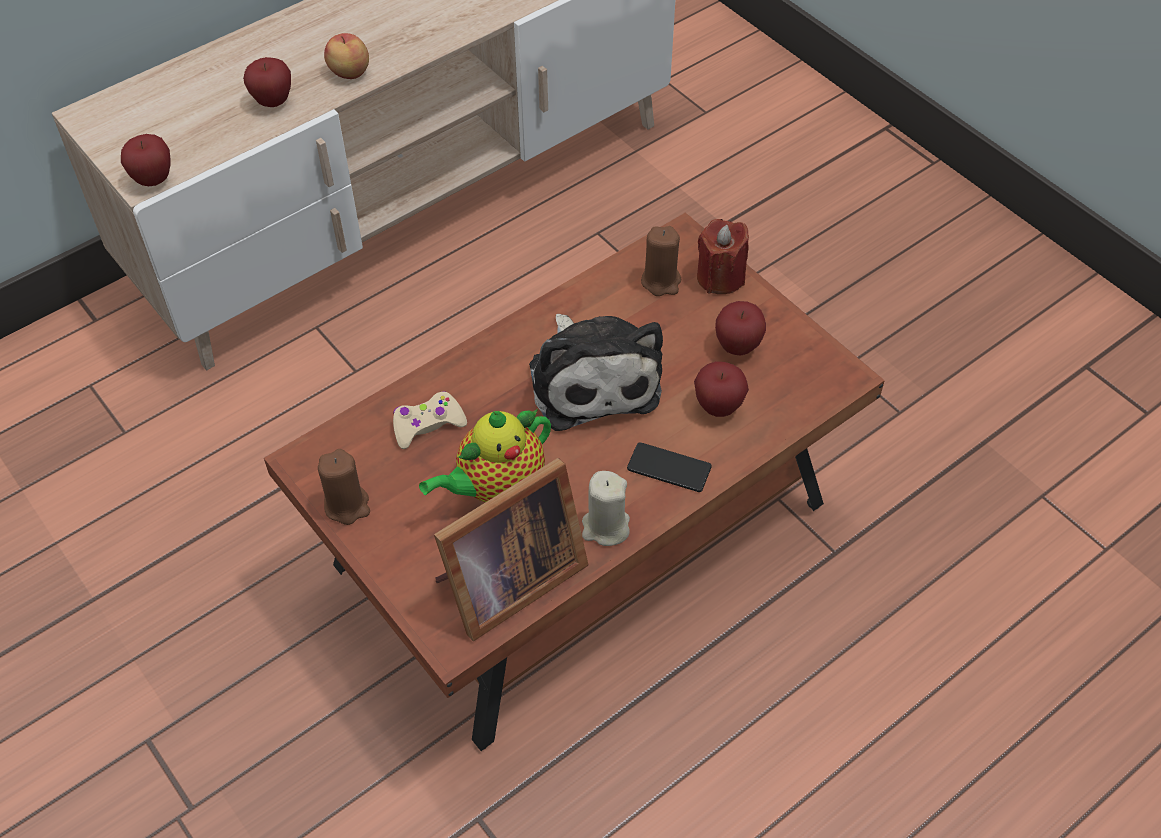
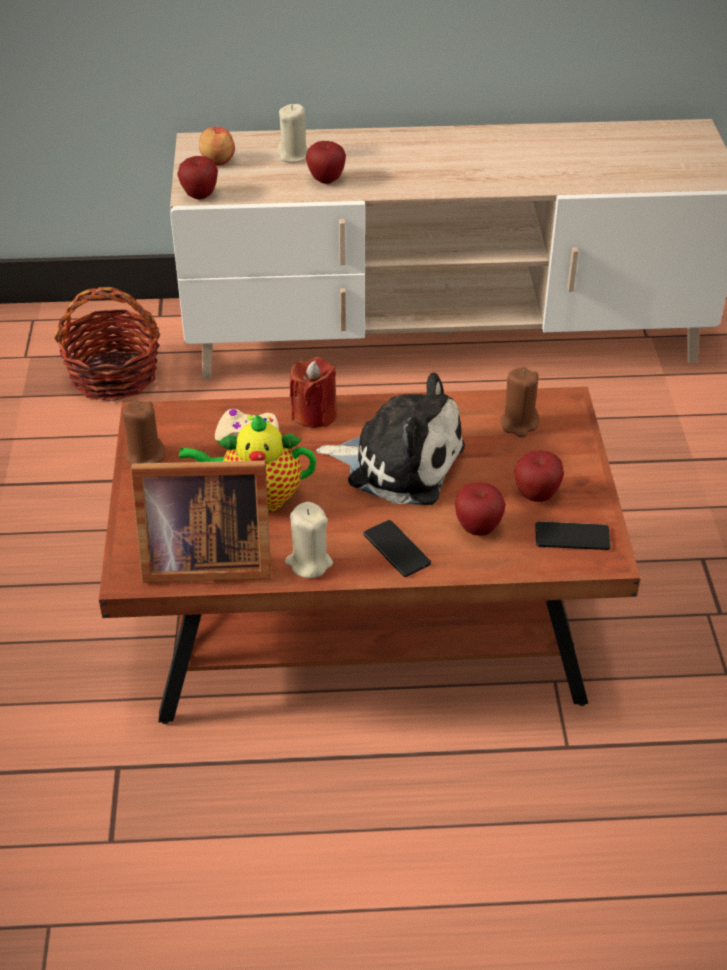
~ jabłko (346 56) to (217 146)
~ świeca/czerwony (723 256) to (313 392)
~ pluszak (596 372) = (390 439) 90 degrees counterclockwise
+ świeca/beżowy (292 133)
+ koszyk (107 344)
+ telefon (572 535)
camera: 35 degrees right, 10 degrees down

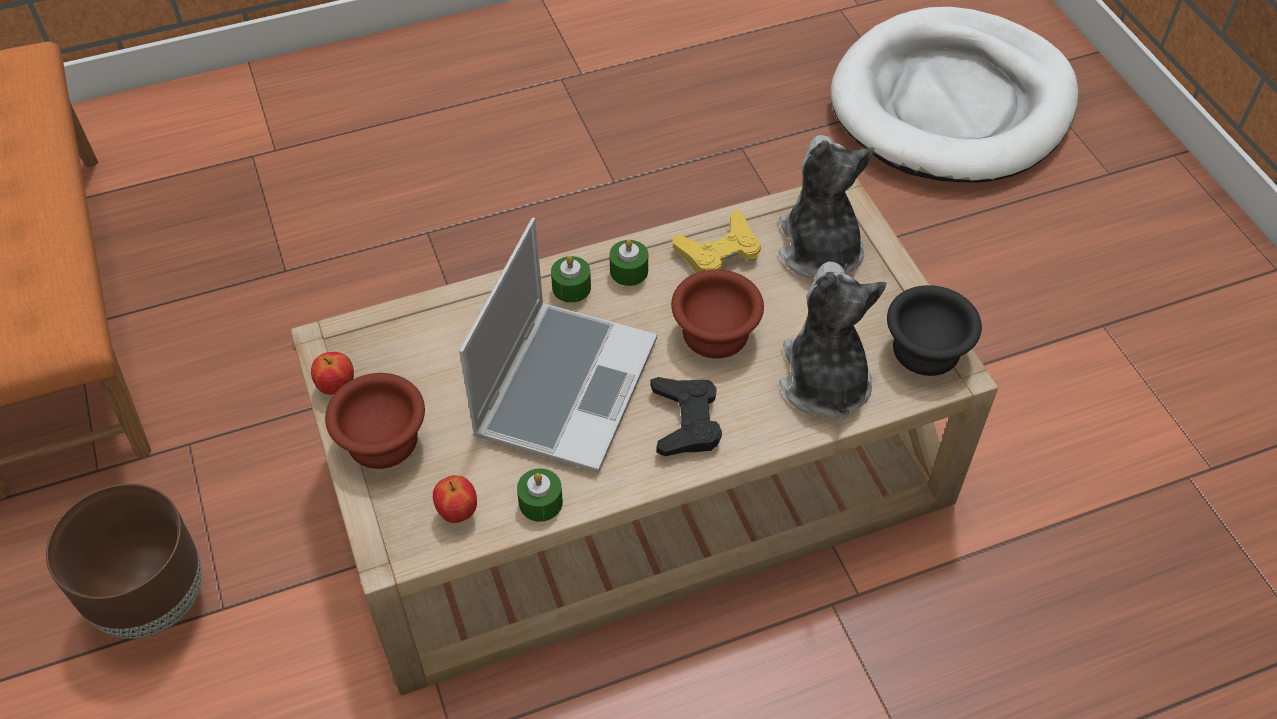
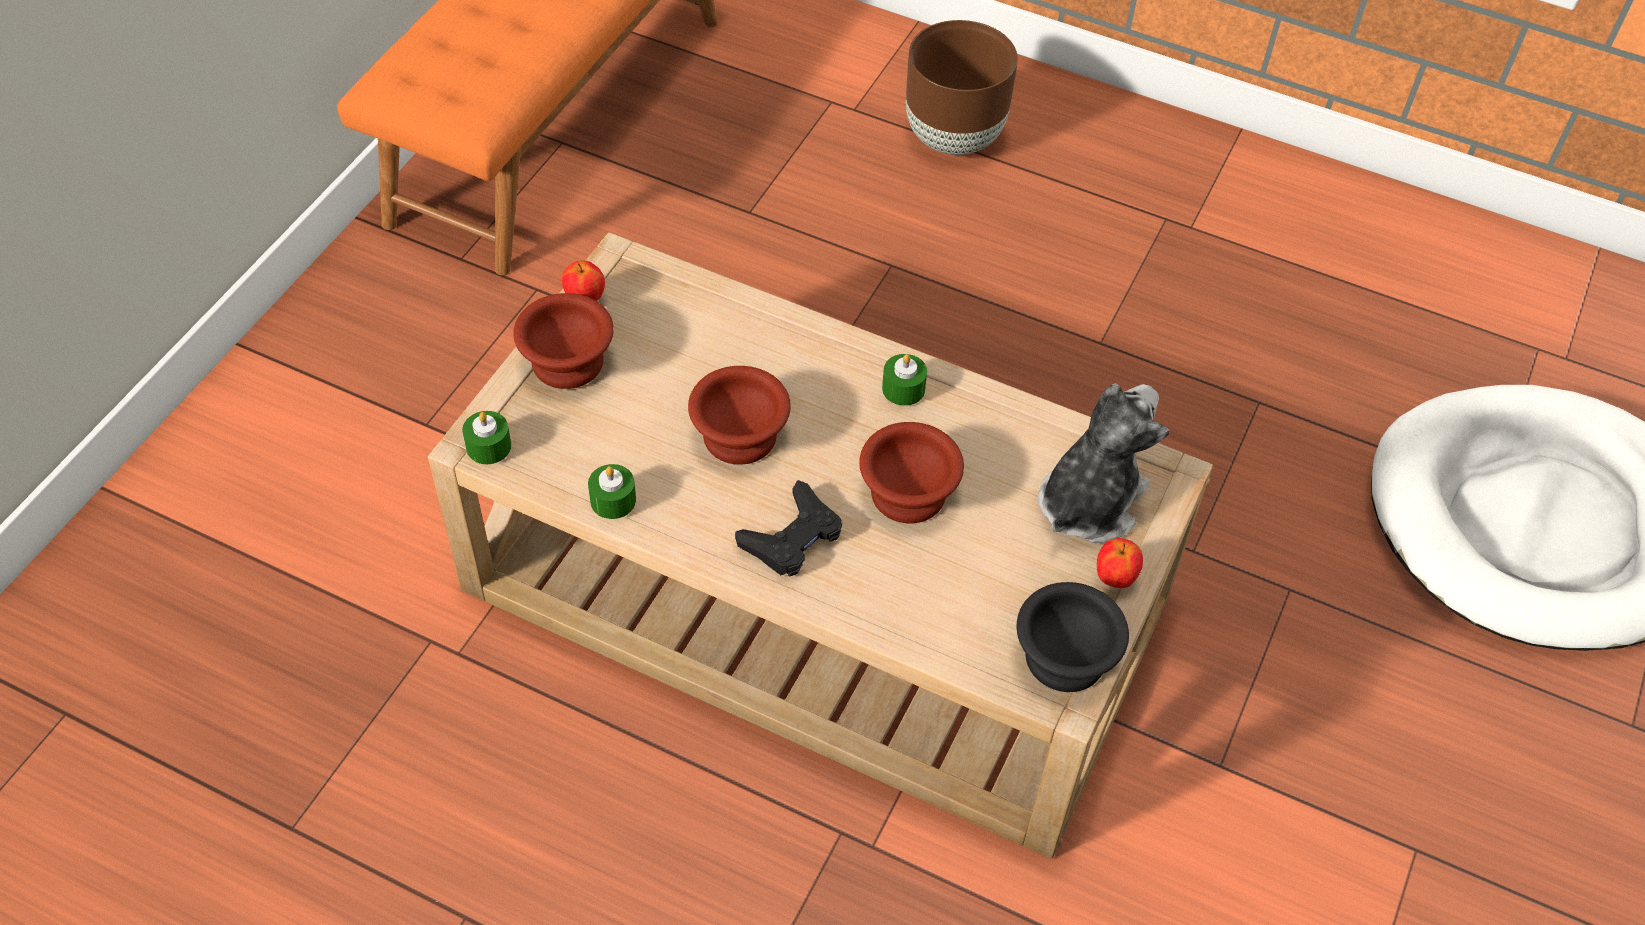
- pad do gier/żółty (717 241)
~ laptop (558 345) to miska/brązowy (739 415)
~ świeca/zielony (571 279) to (486 437)
- pluszak (833 340)
~ jabłko (455 499) to (1120 563)
~ donica/brązowy (124 561) to (962 87)
camera: 45 degrees right, 0 degrees up

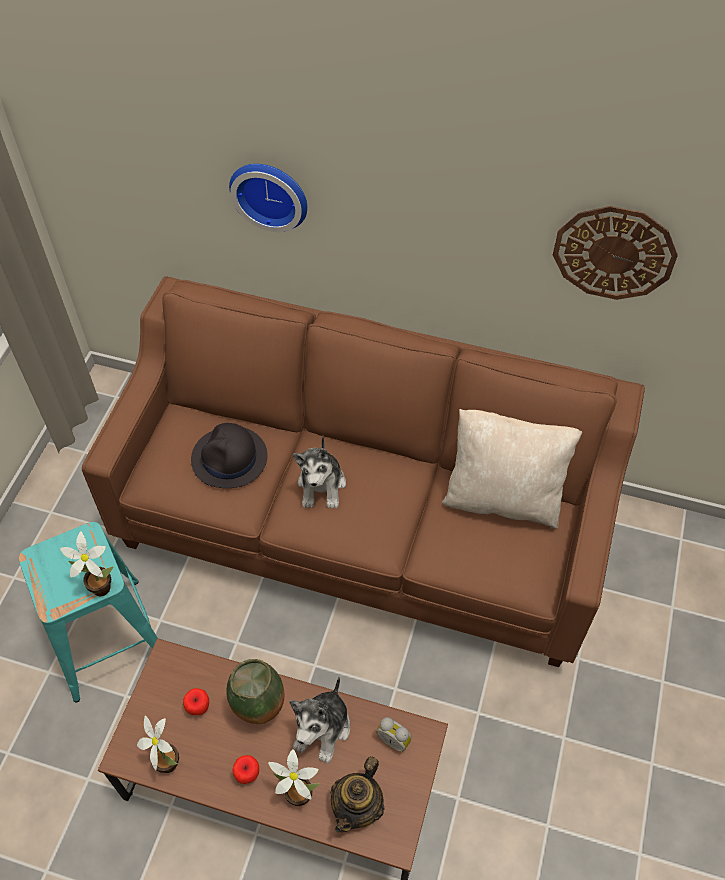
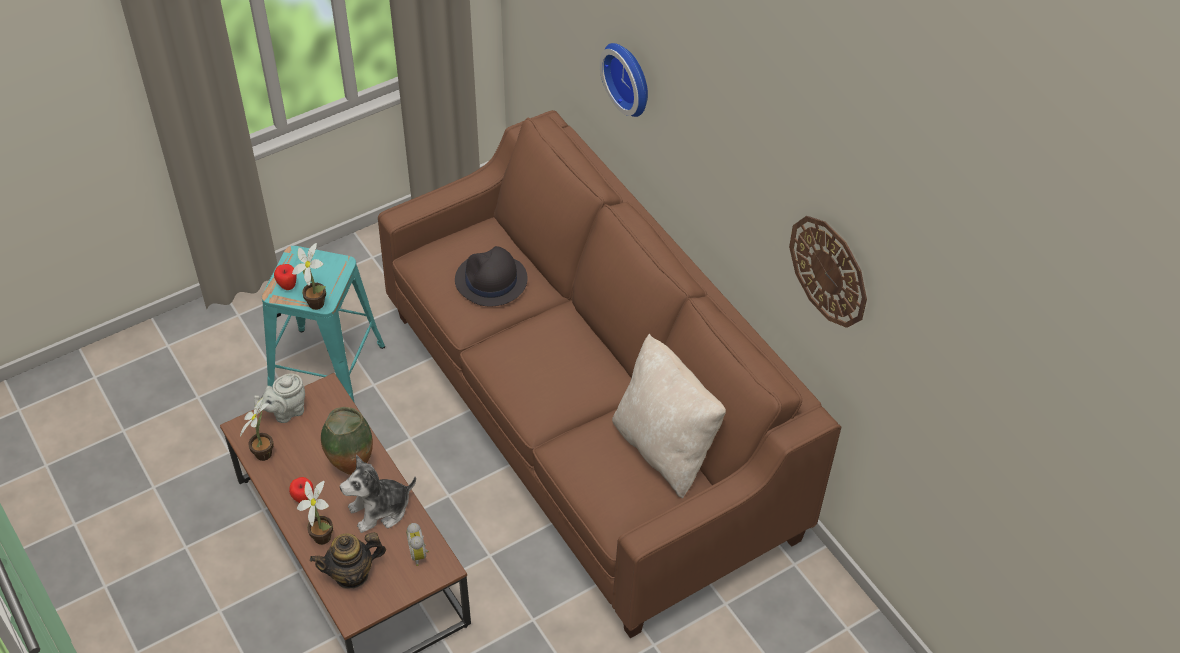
- pluszak (319 472)
~ jabłko (196 701) to (285 277)
+ imbryk/szary (279 398)
camera: 40 degrees right, 5 degrees down

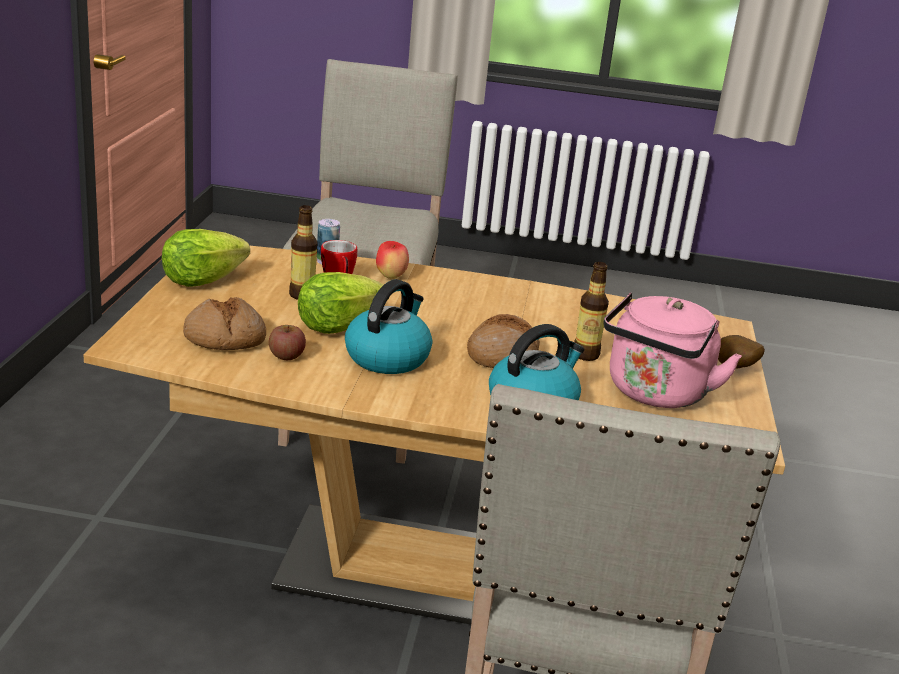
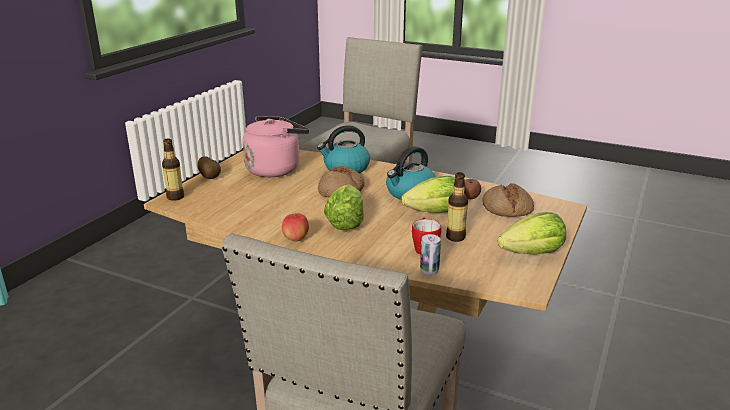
~ jabłko (392 260) to (295 227)
~ butelka (591 311) to (173 169)
+ sałata (344 207)
camera: 160 degrees left, 0 degrees up

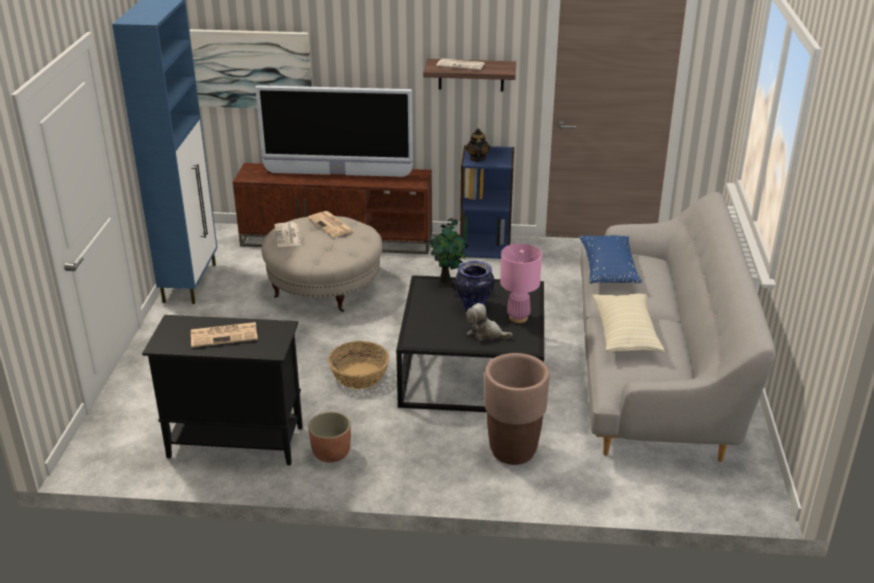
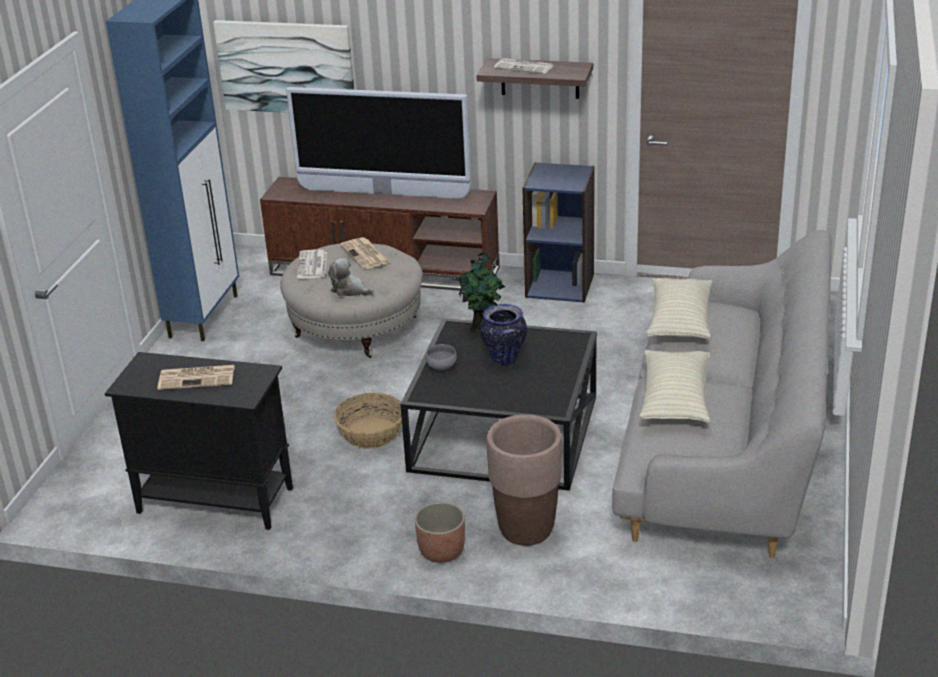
- imbryk (478 145)
~ poduszka/niebieski (610 259) to poduszka/beżowy (679 308)
- lampa stołowa/różowy (521 283)
~ pluszak (489 322) to (351 277)
~ donica (329 437) to (440 532)
+ miska/szary (441 357)
camera: 10 degrees right, 0 degrees up

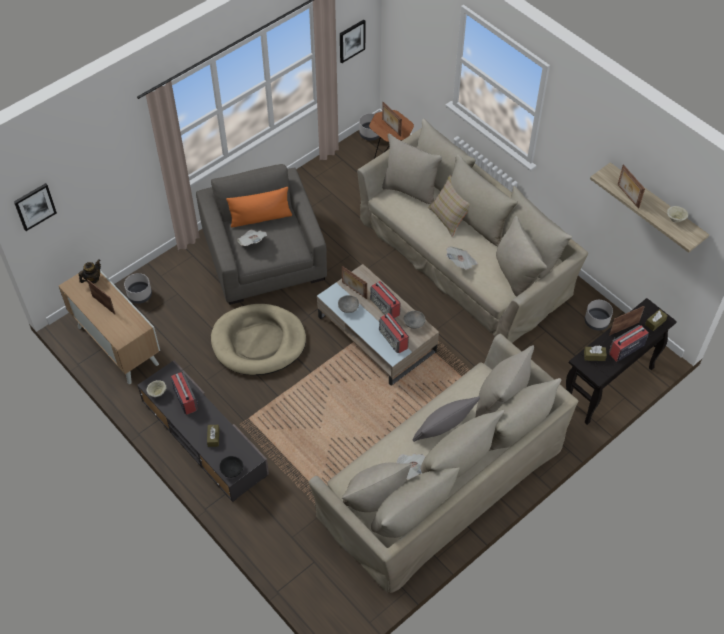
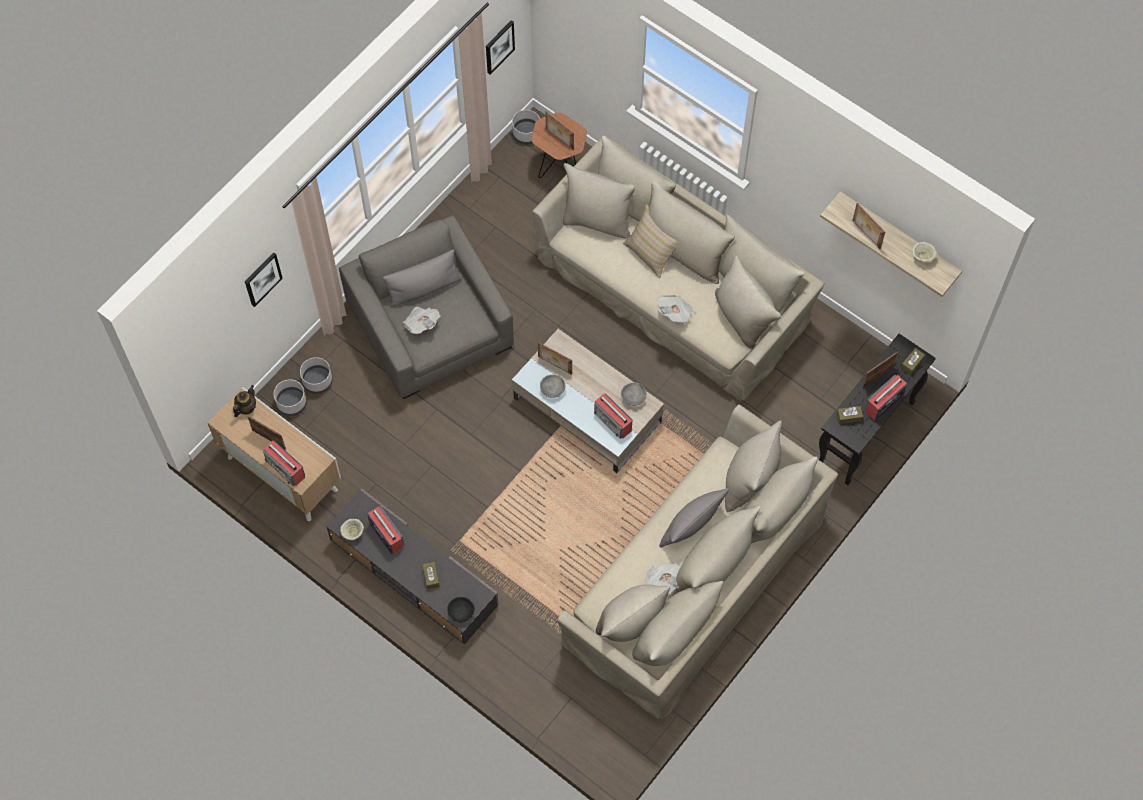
~ obraz (35 207) to (264 279)
~ poduszka/pomarańczowy (259 207) to poduszka/szary (422 278)
~ radio (385 299) to (284 463)
~ donica/szary (599 315) to (316 375)
- legowisko/beżowy (258 339)
camera: 10 degrees left, 10 degrees up

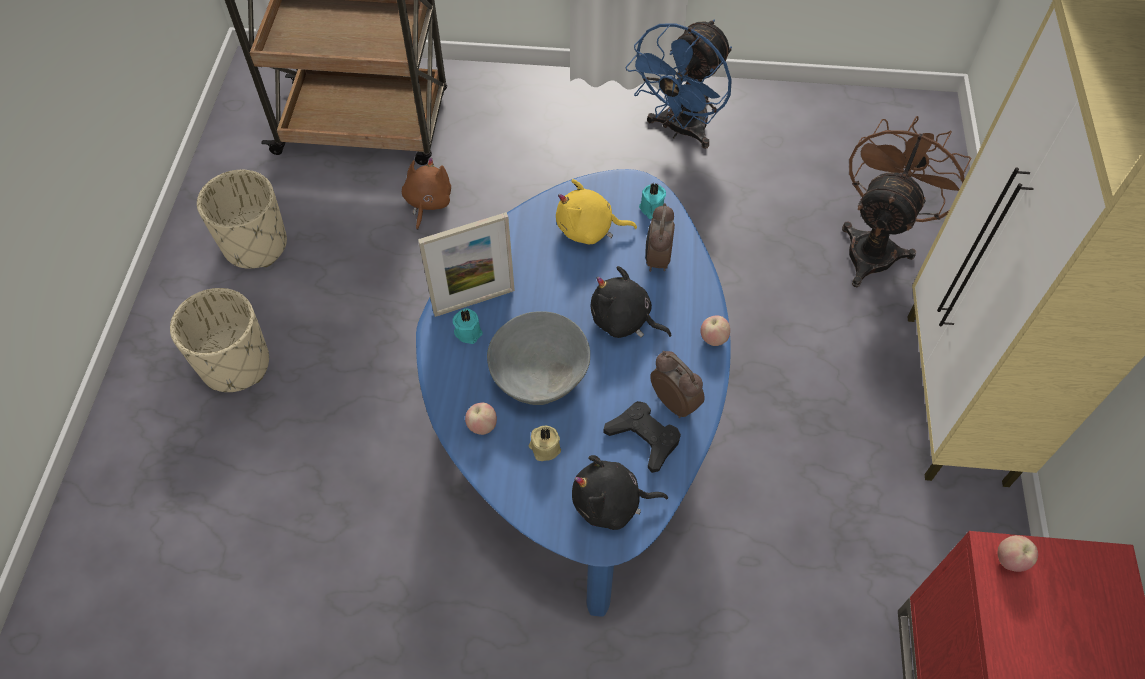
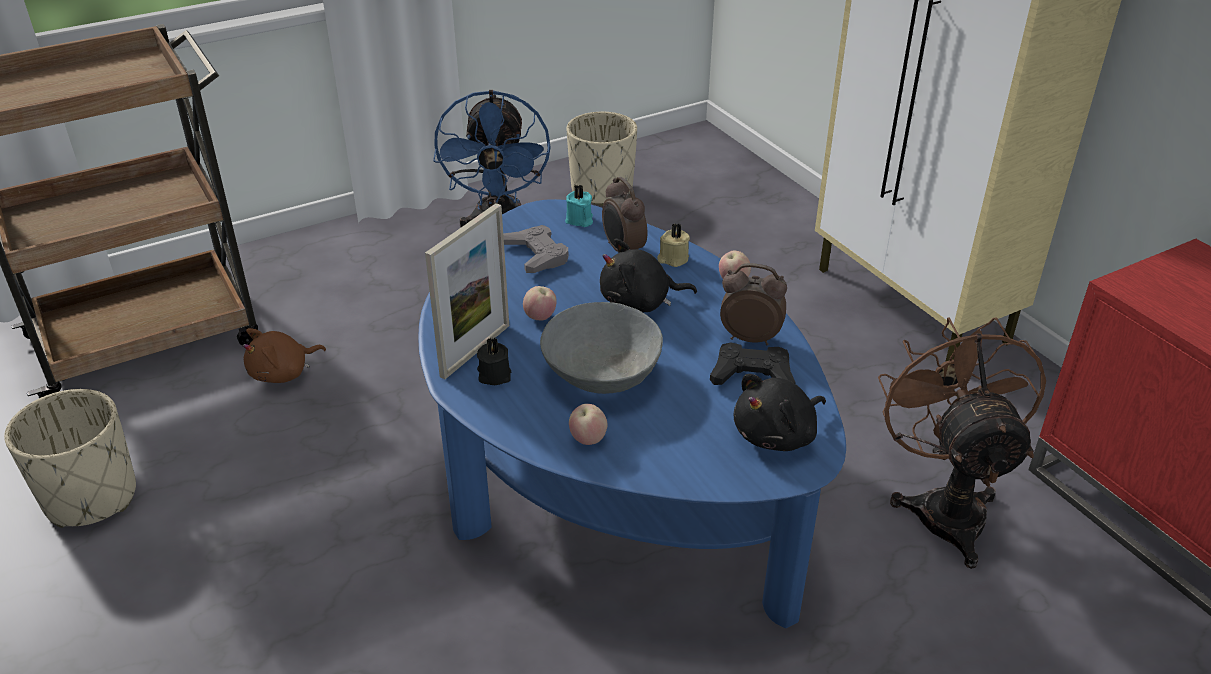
~ wentylator/brązowy (906 201) to (962 443)
~ pluszak/brązowy (426 193) = (284 355) 105 degrees counterclockwise
~ pluszak/żółty (596 211) to pad do gier/szary (536 249)
~ donica/beżowy (219 340) to (602 159)
~ świeca/turkusowy (468 326) to świeca/czarny (494 361)
~ świeca/beżowy (545 443) to (673 245)
~ jabłko (1018 553) to (540 303)
camera: 35 degrees left, 20 degrees down

